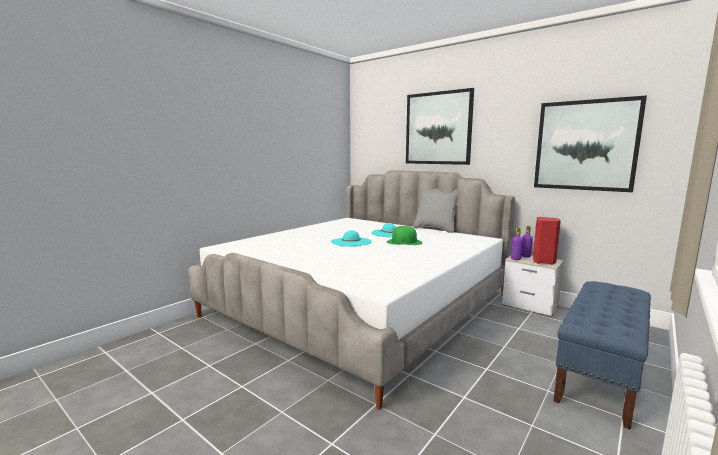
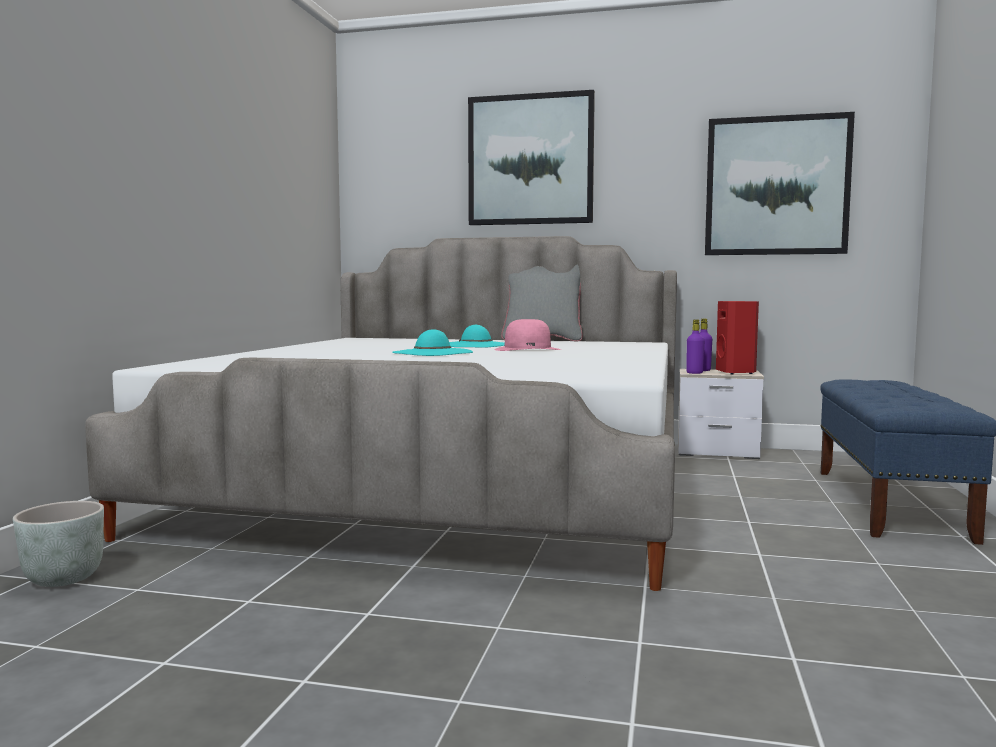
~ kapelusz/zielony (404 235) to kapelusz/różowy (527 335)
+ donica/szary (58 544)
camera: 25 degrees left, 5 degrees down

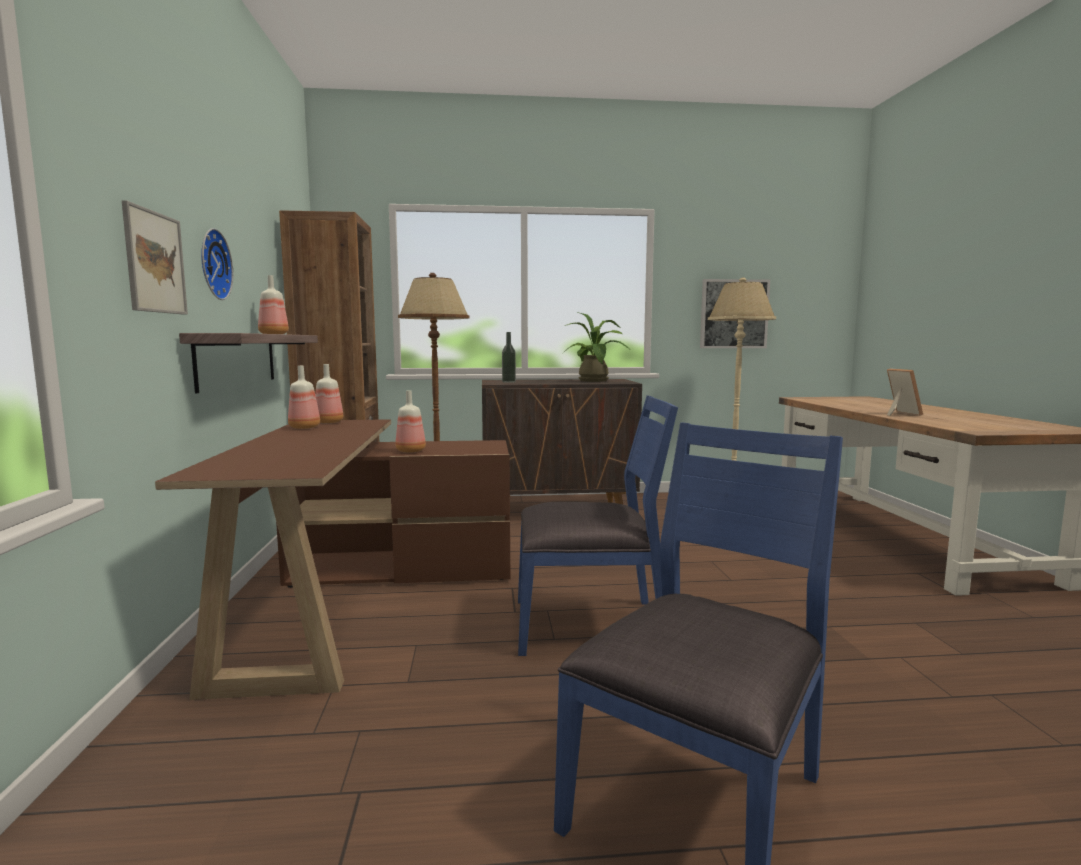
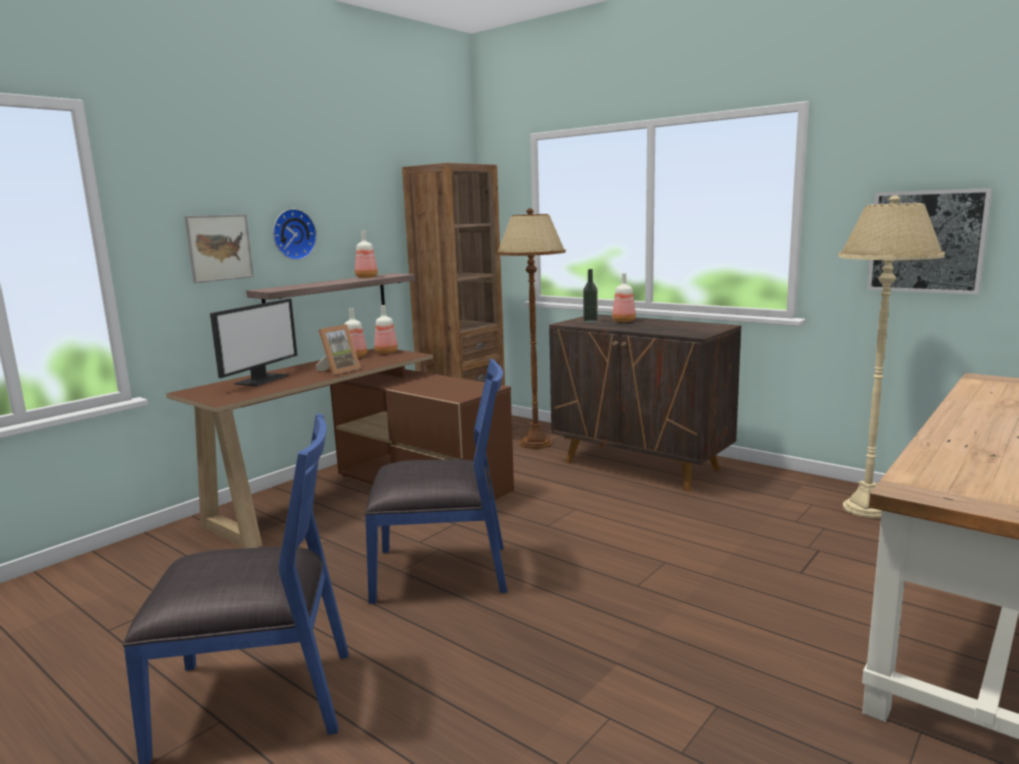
- roślina doniczkowa (595 347)
~ ramka na zdjęcie (905 392) to (338 349)
~ butelka (410 421) to (624 297)
~ krzesło/niebieski (598 525) = (436 481) 45 degrees counterclockwise
+ monitor (253 342)
camera: 45 degrees right, 5 degrees up

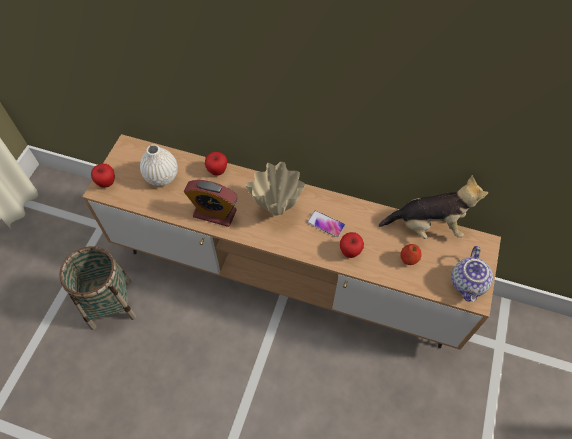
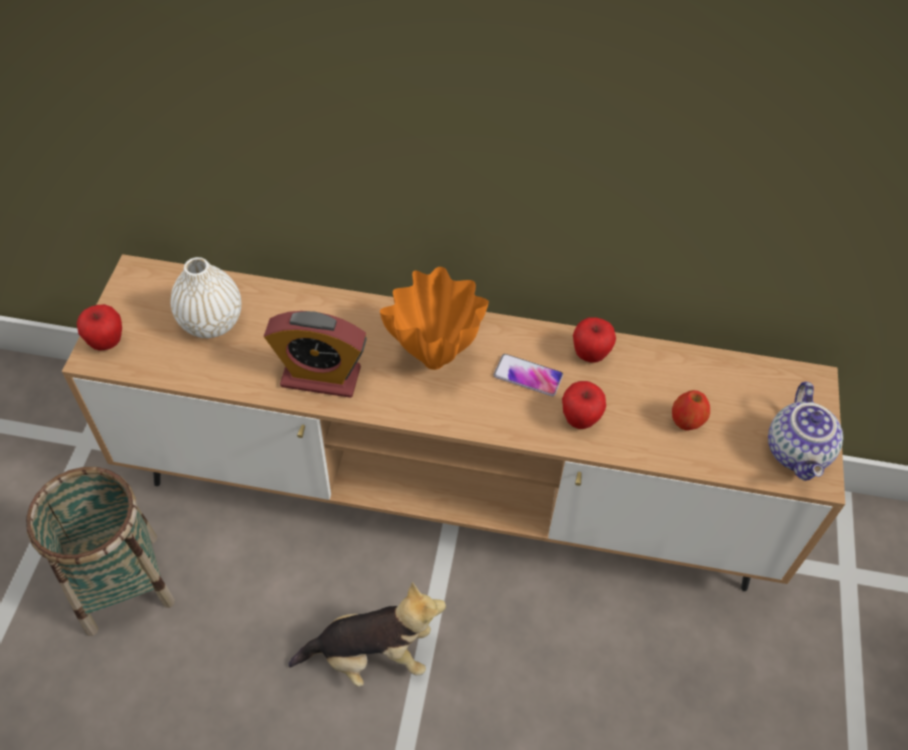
~ jabłko (216 164) to (594 340)
~ wazon/beżowy (275 189) to wazon/pomarańczowy (434 318)
~ pluszak (433 207) to (367 634)
camera: 10 degrees left, 5 degrees down

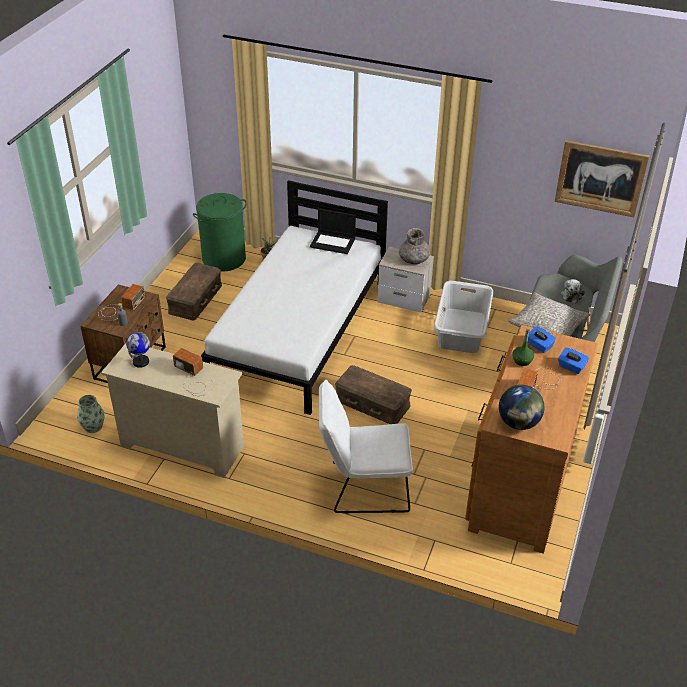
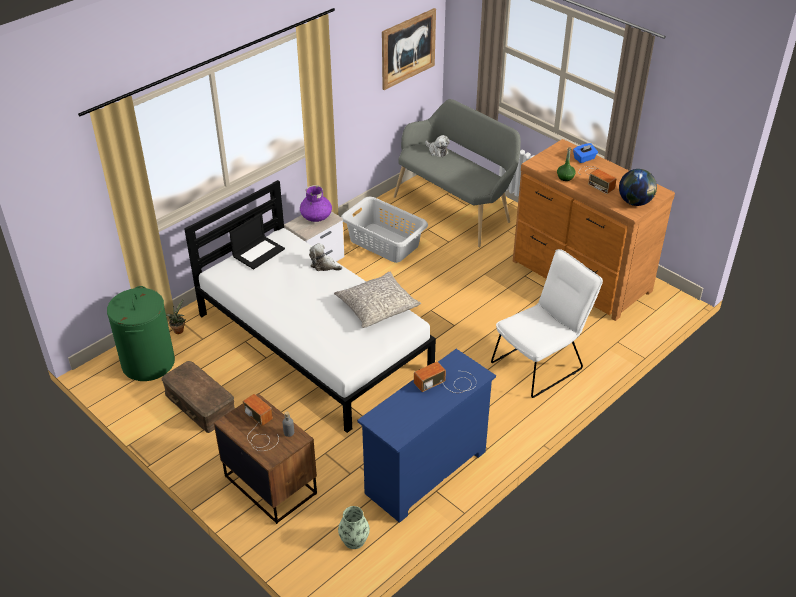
~ wazon/szary (414 246) to wazon/fioletowy (316 203)
~ poduszka/szary (549 314) to (377 300)
- pudełko chusteczek/niebieski (542 339)
- globus (138 350)
~ komoda/beżowy (172 410) to komoda/niebieski (426 436)
- pojemnik do przechowywania/brązowy (373 394)
~ krzesło/biały (366 447) = (547 323) 150 degrees counterclockwise
+ pluszak (325 257)
camera: 65 degrees left, 0 degrees up

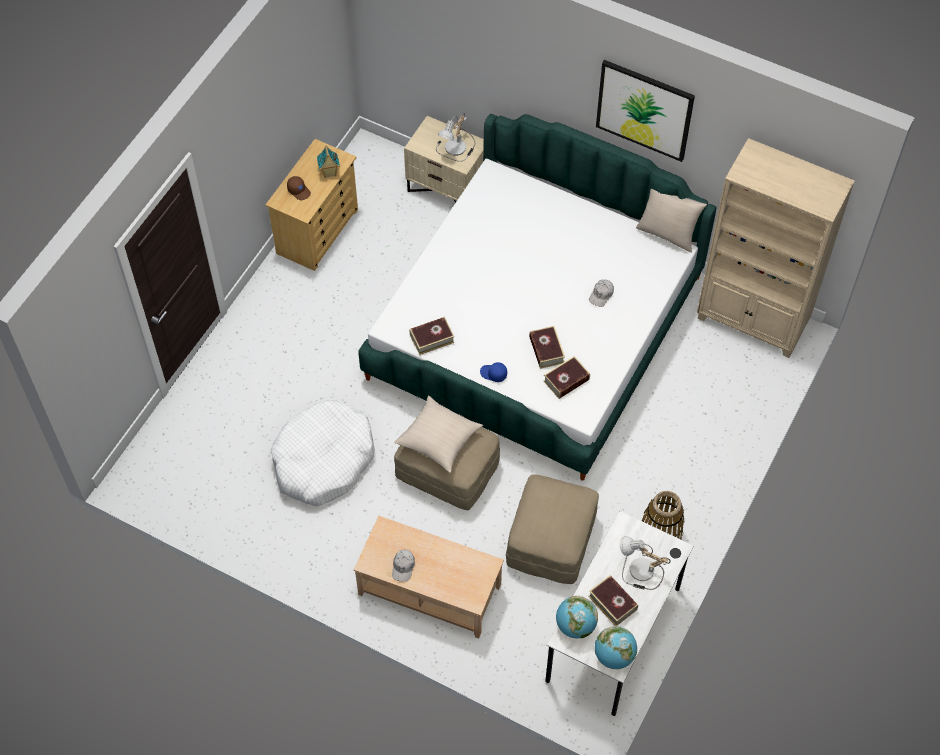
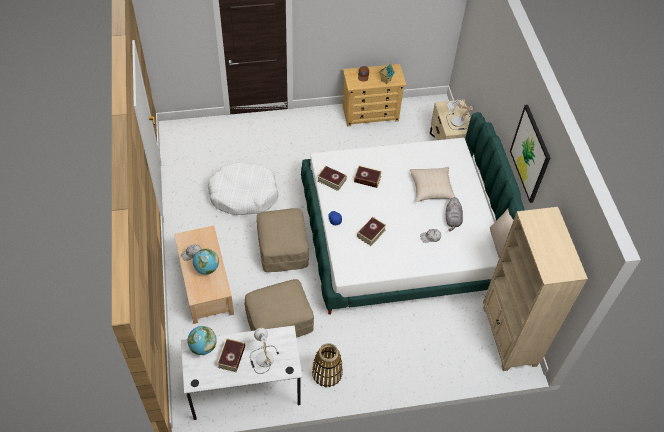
~ książka (567 377) to (368 177)
~ poduszka/beżowy (438 434) to (432 184)
~ globus (616 647) to (206 261)
+ pluszak/szary (454 214)
camera: 50 degrees right, 5 degrees down

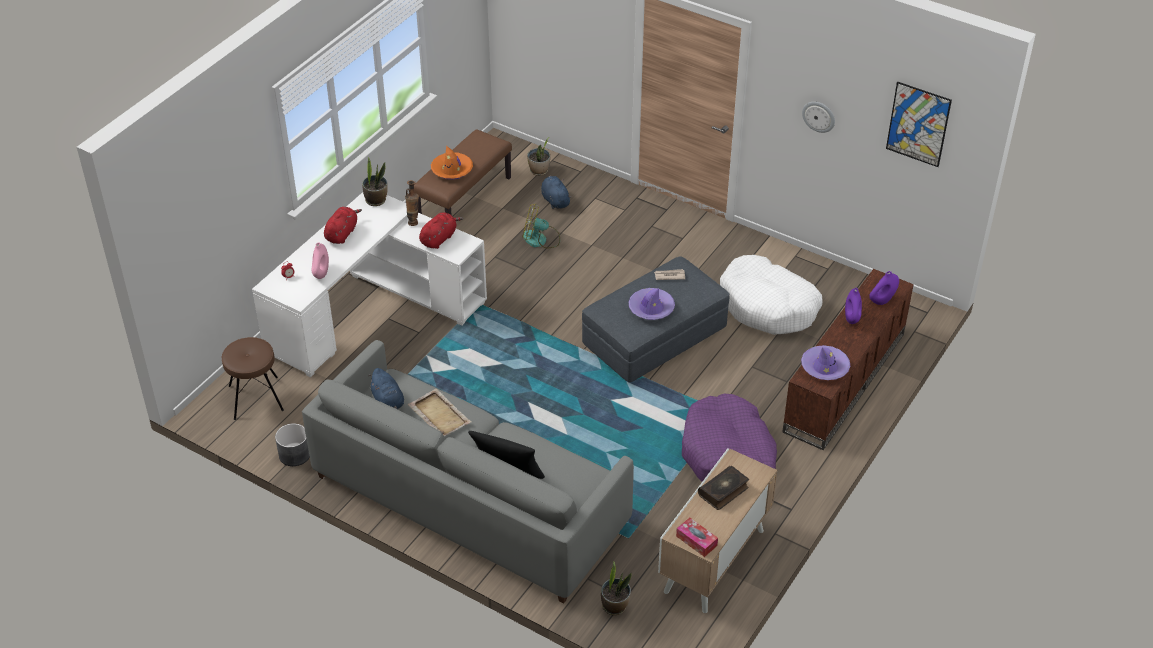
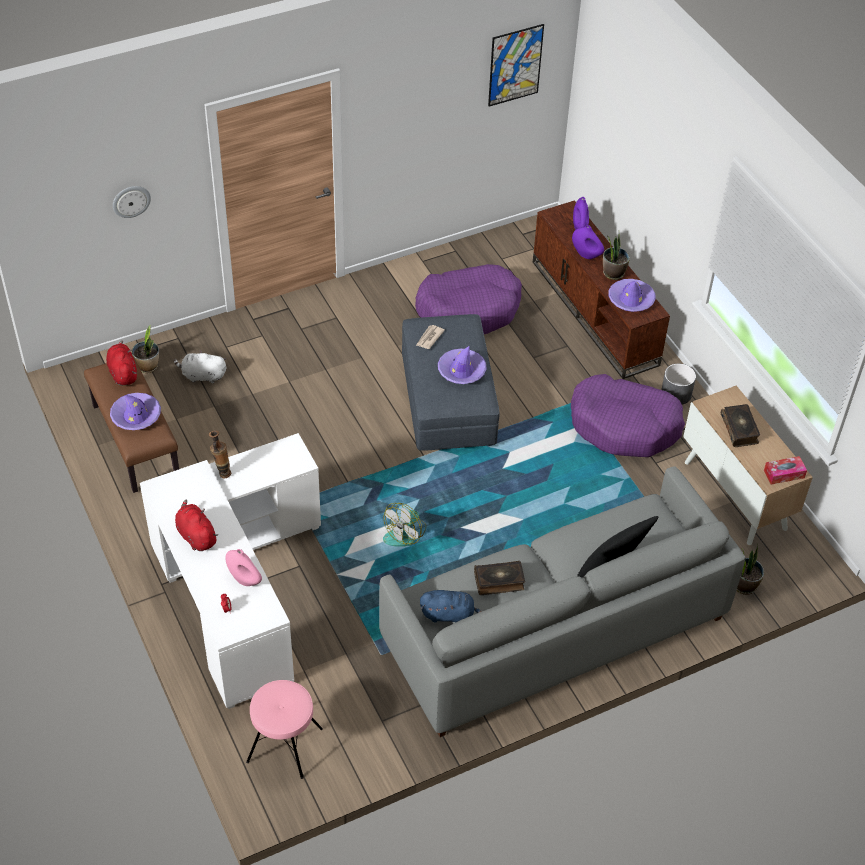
~ zegar ścienny (818 117) to (132 202)
~ kapelusz/pomarańczowy (452 163) to kapelusz/fioletowy (135 411)
~ roślina doniczkowa (375 181) to (616 257)
~ pluszak/niebieski (556 192) to pluszak/biały (200 367)
~ wentylator (541 226) to (404 525)
~ pluszak/czerwony (441 230) to (121 363)
~ legowisko/biały (771 295) to legowisko/fioletowy (468 299)
~ stołek/brązowy (253 378) to stołek/różowy (284 729)
~ taca/beżowy (440 412) to książka (499 578)
~ donica/szary (292 444) to (678 384)
camera: 60 degrees left, 5 degrees up

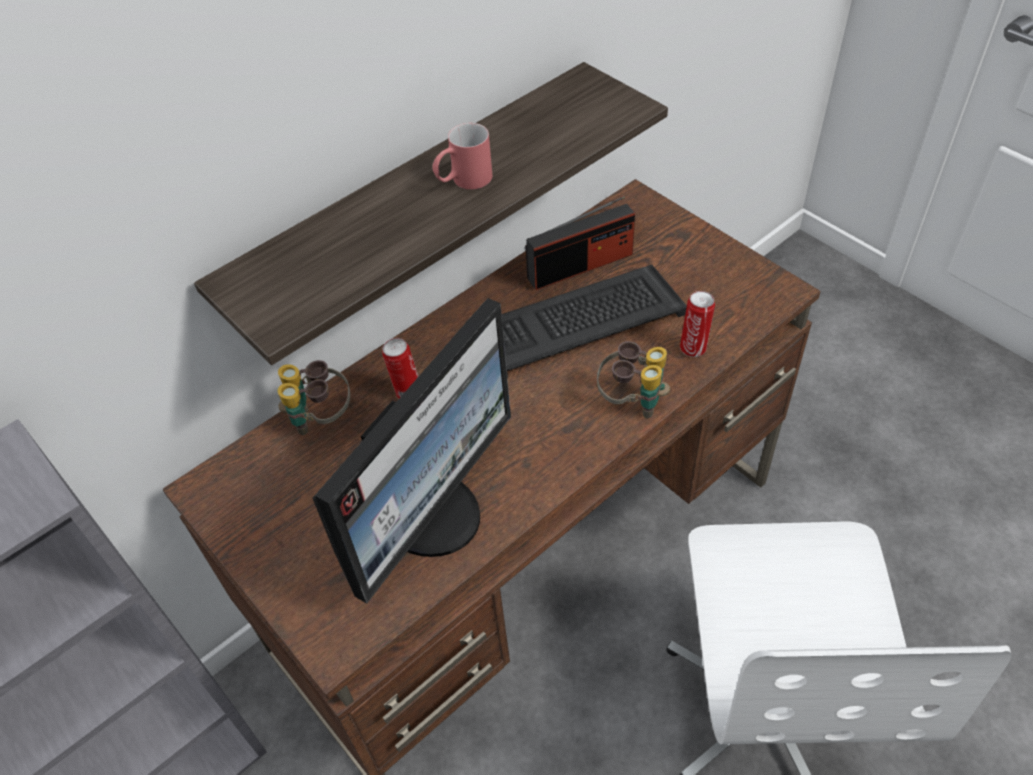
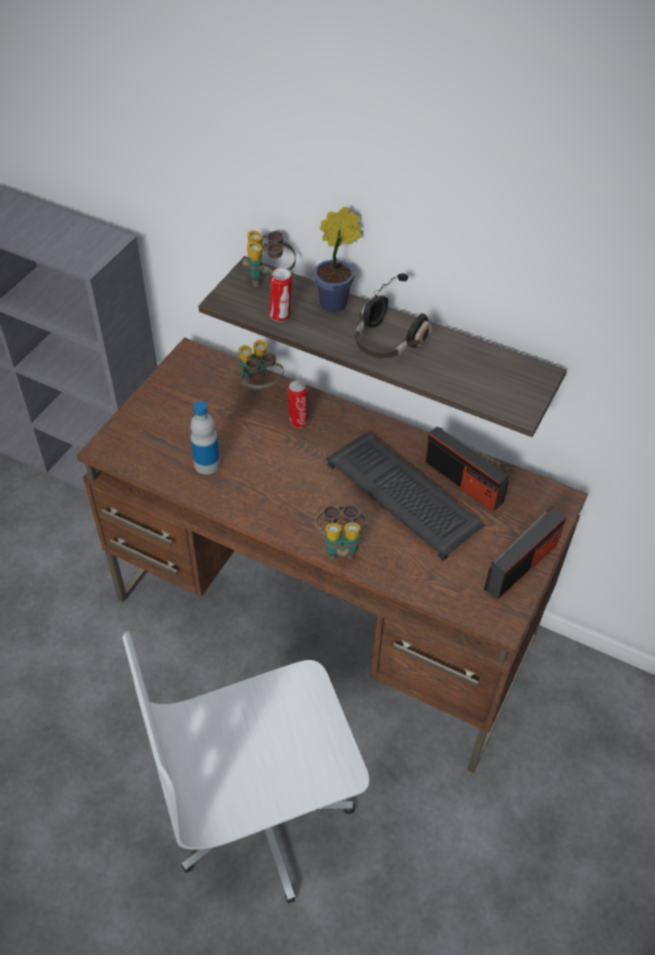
~ kubek/czerwony (462 156) to słuchawki/czarny (393 316)
~ puszka (697 324) to (280 295)
~ monitor (412 451) to butelka (205 438)
+ roślina doniczkowa (337 259)
+ lornetka (269 259)
+ radio (525 552)
camera: 65 degrees right, 0 degrees up

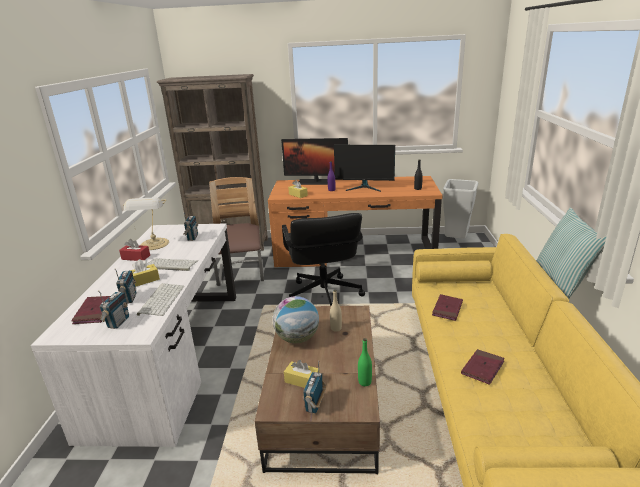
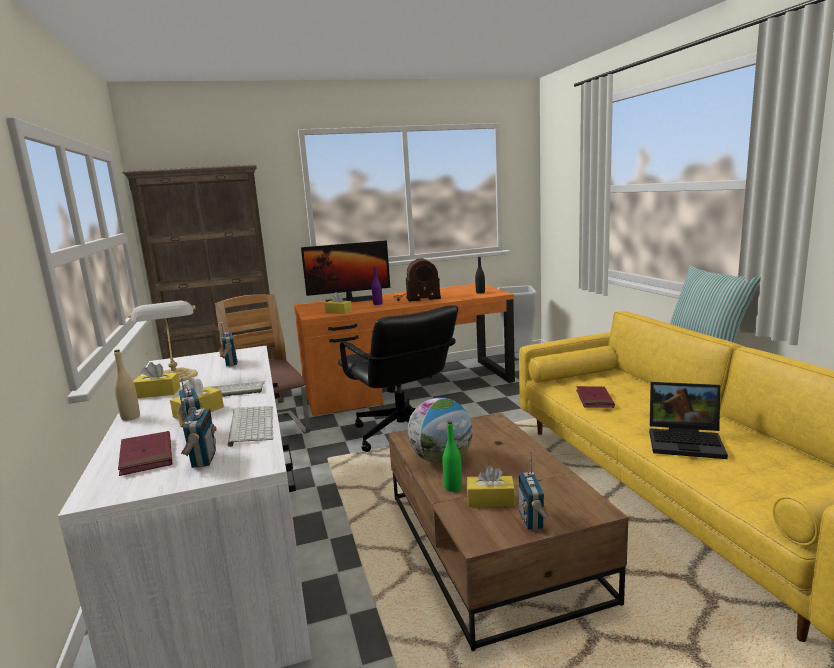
~ monitor (364 168) to radio (418 280)
~ pudełko chusteczek/czerwony (134 250) to pudełko chusteczek/żółty (157 380)
~ butelka/beżowy (336 310) to (127 385)
~ butelka/zielony (365 362) to (452 456)
~ książka/czerwony (483 367) to laptop (688 420)
camera: 20 degrees left, 10 degrees down

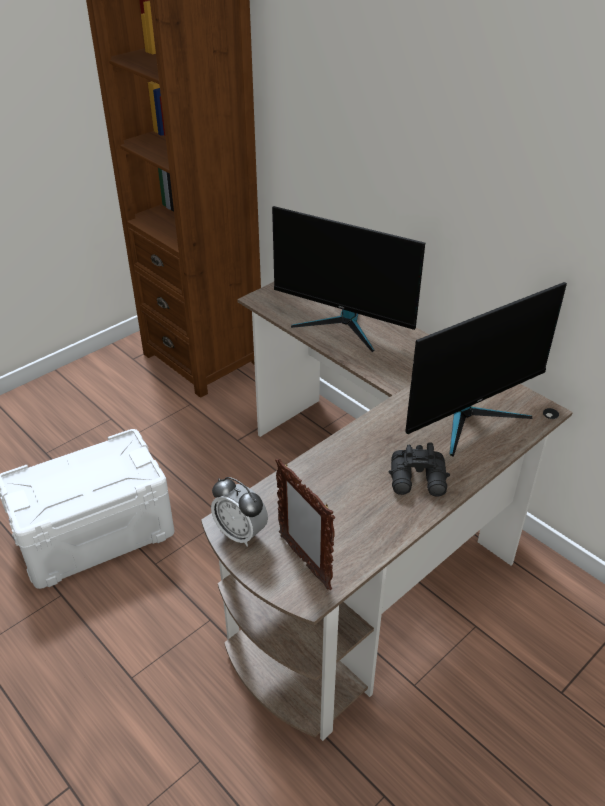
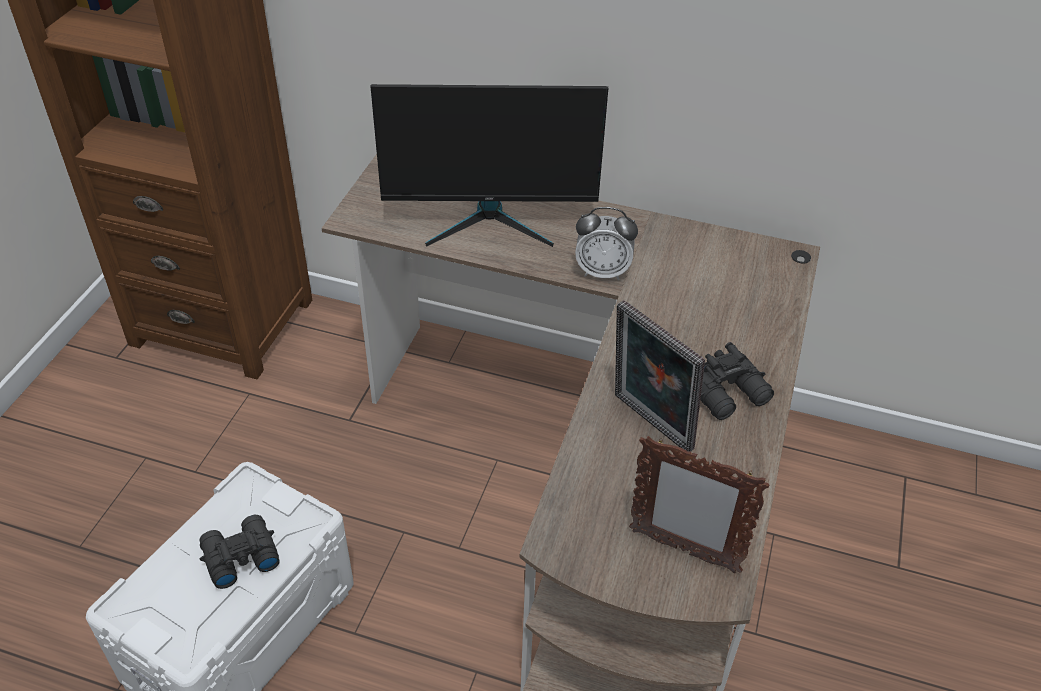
- monitor (486 369)
~ budzik (239 512) to (606 243)
+ ramka na zdjęcie (660 376)
+ lornetka/czarny (239 552)
camera: 30 degrees left, 5 degrees up

